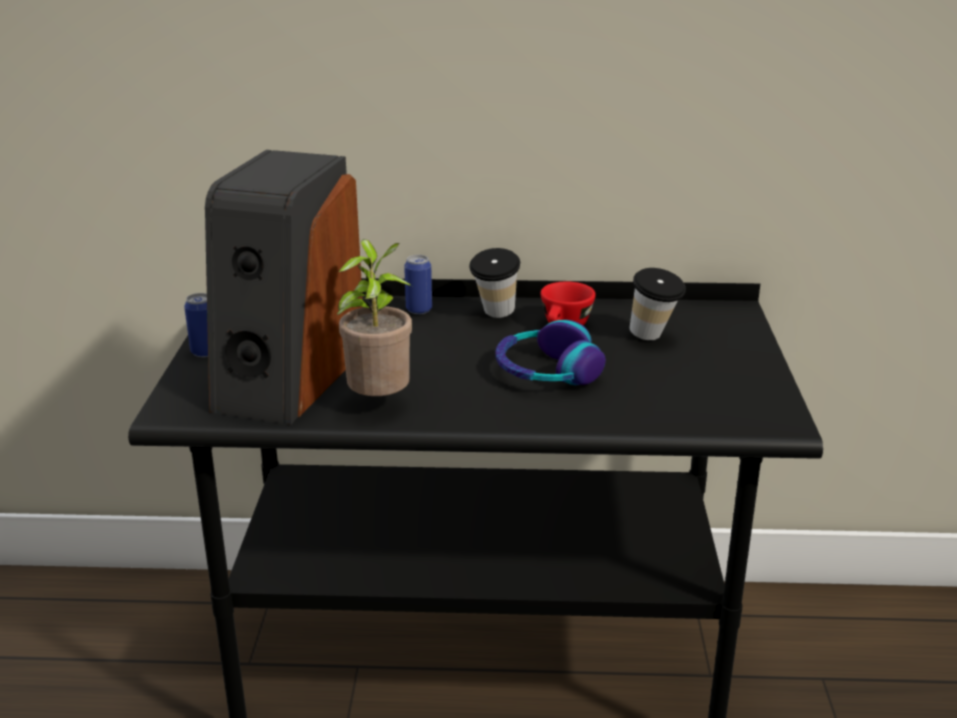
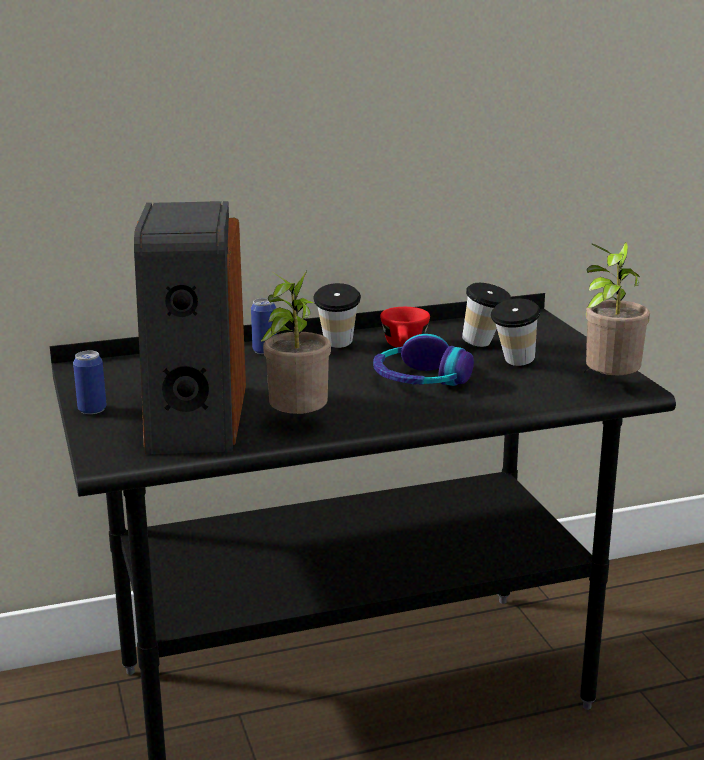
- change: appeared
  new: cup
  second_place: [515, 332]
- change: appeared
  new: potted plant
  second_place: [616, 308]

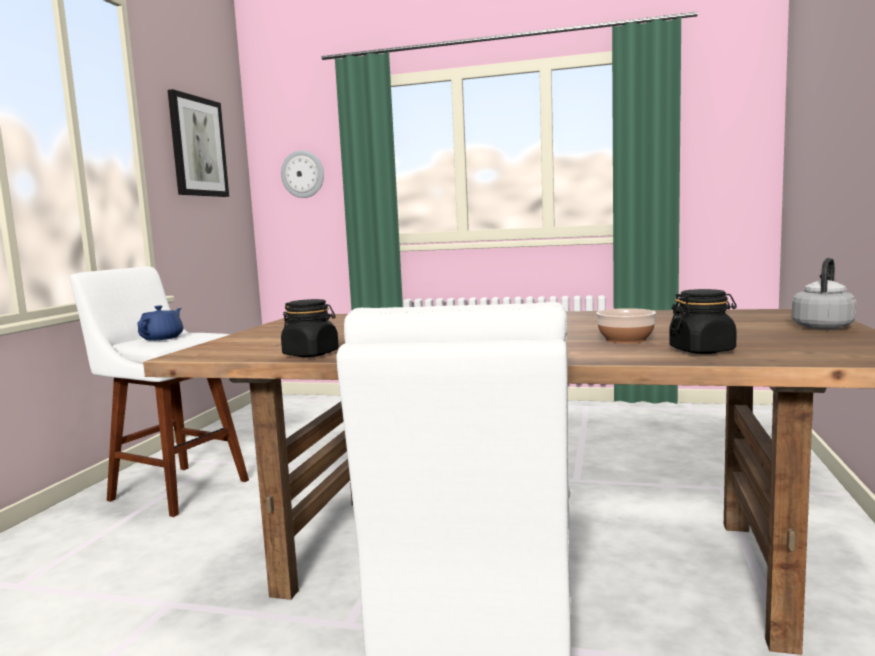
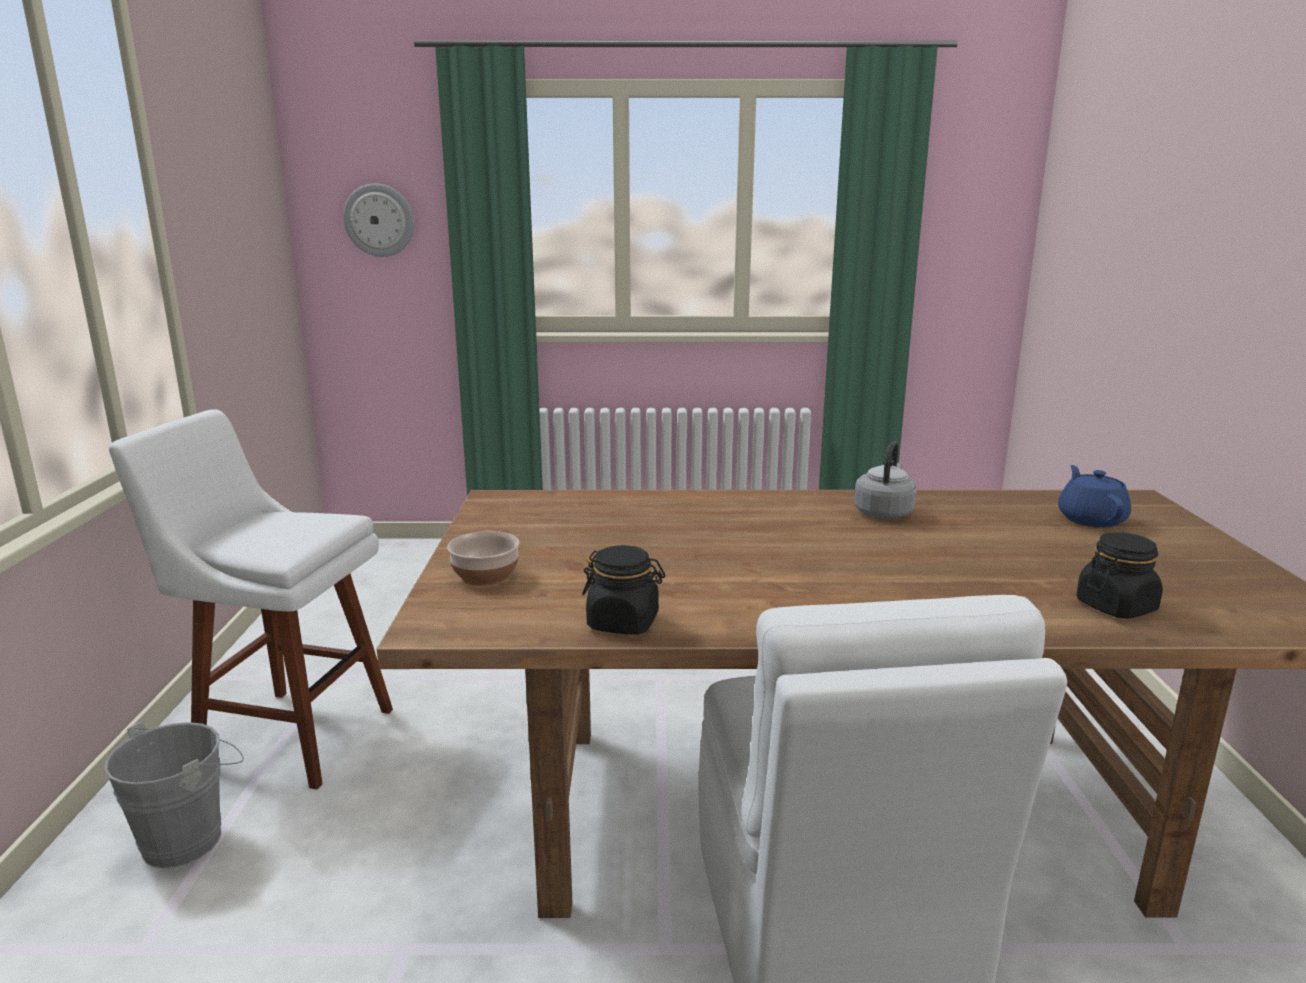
- change: appeared
  new: bucket in grey
  second_place: [174, 795]
- change: relocated
  old: bowl
  first_place: [626, 326]
  second_place: [483, 558]
- change: relocated
  old: kettle in grey
  first_place: [824, 293]
  second_place: [885, 480]
- change: relocated
  old: teapot in blue
  first_place: [160, 322]
  second_place: [1094, 496]
- change: missing
  old: picture
  first_place: [198, 143]

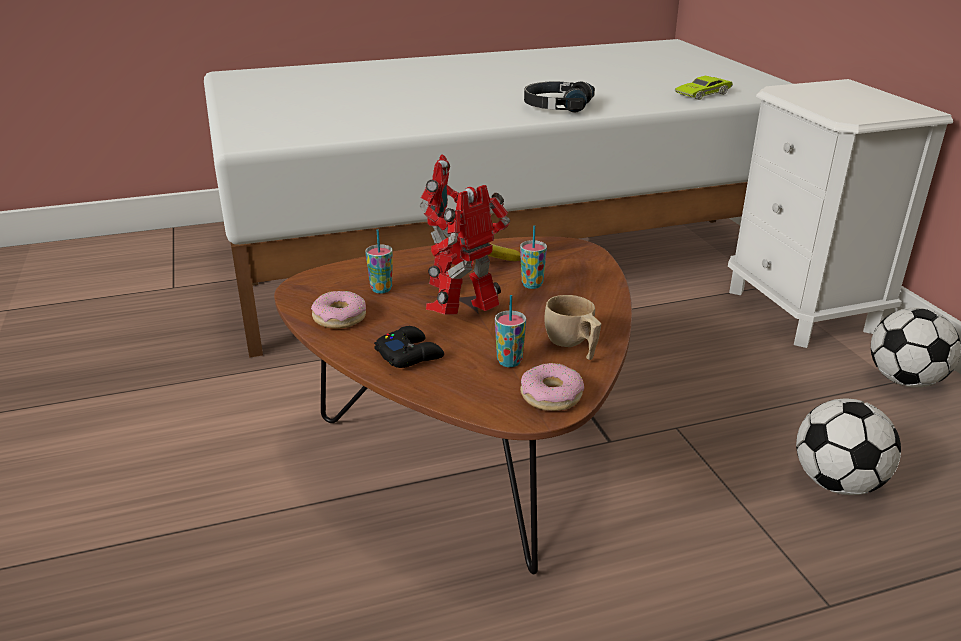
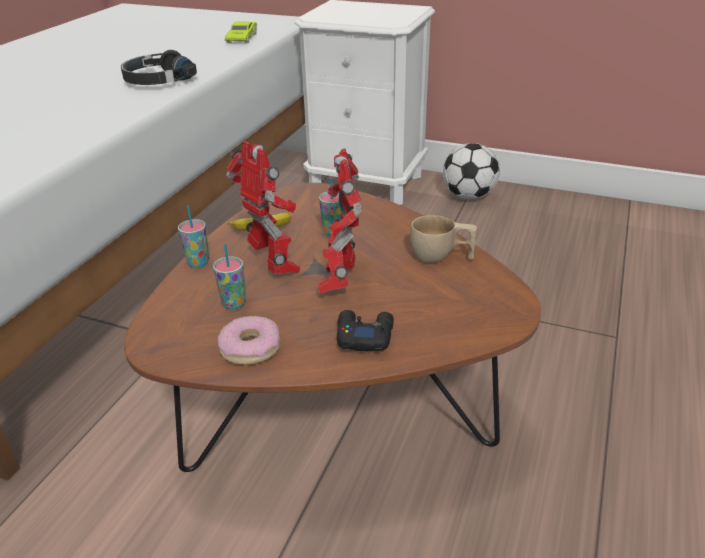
- change: relocated
  old: cup
  first_place: [510, 331]
  second_place: [193, 237]
- change: missing
  old: donut
  first_place: [552, 387]
- change: missing
  old: football
  first_place: [848, 446]

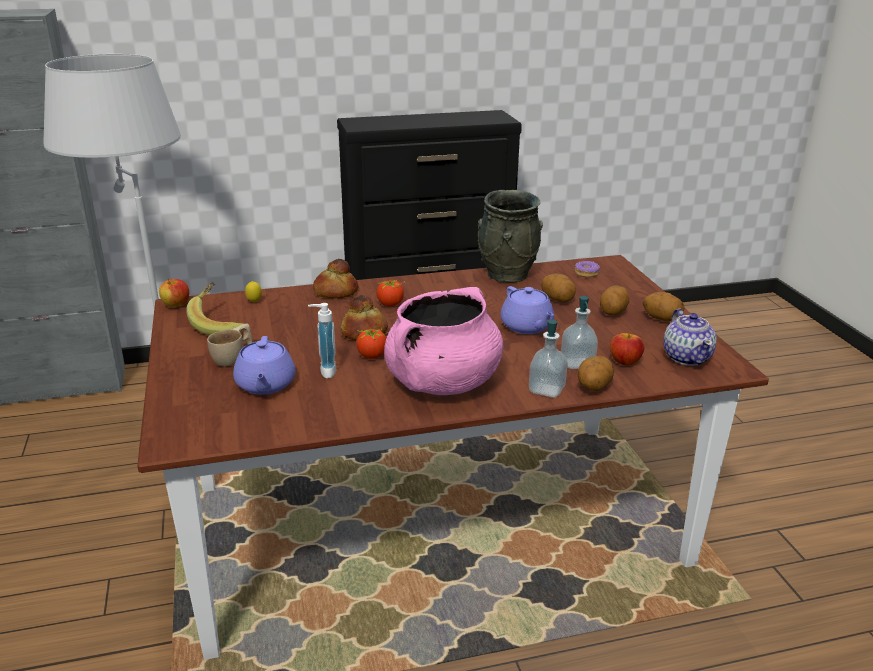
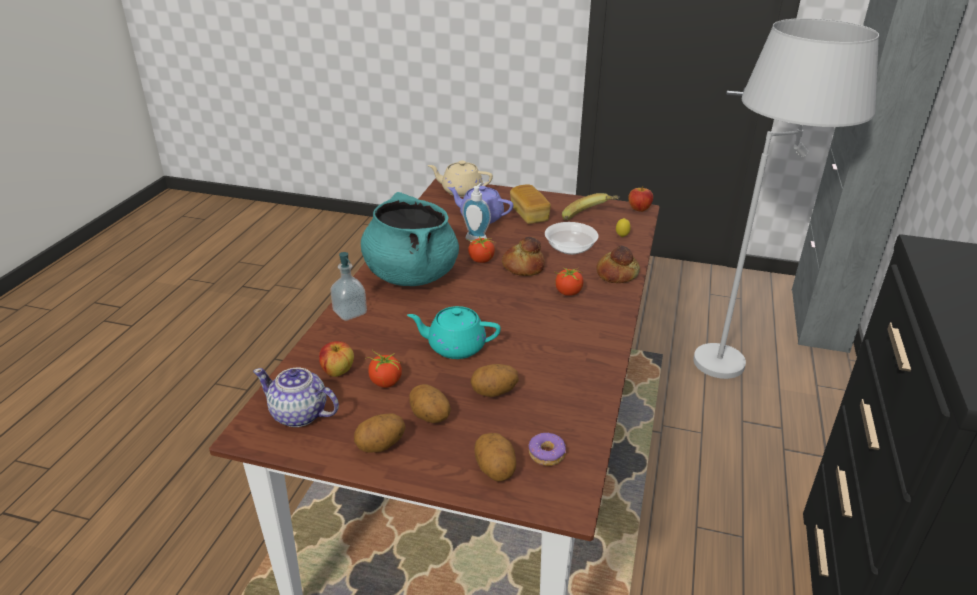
- change: colour
  old: cooking pot in pink
  new: cooking pot in turquoise
  first_place: [443, 341]
  second_place: [410, 239]
- change: appeared
  new: tomato
  second_place: [383, 369]
- change: colour
  old: teapot in purple
  new: teapot in turquoise
  first_place: [527, 310]
  second_place: [454, 332]
- change: appeared
  new: teapot in beige
  second_place: [460, 179]
- change: relocated
  old: potato
  first_place: [596, 373]
  second_place: [495, 457]
- change: exchanged
  old: cup in beige
  new: bread
  first_place: [230, 345]
  second_place: [530, 204]
- change: appeared
  new: bowl
  second_place: [571, 238]
- change: missing
  old: vase in grey
  first_place: [510, 236]
- change: missing
  old: soap dispenser
  first_place: [579, 332]

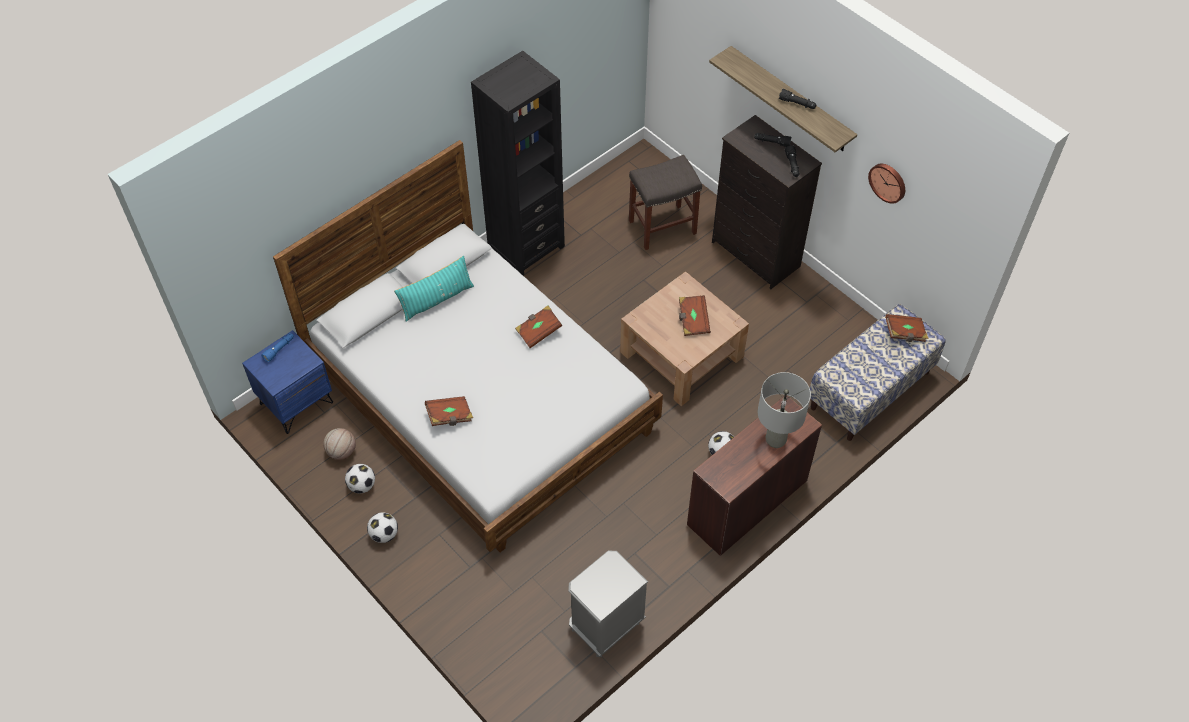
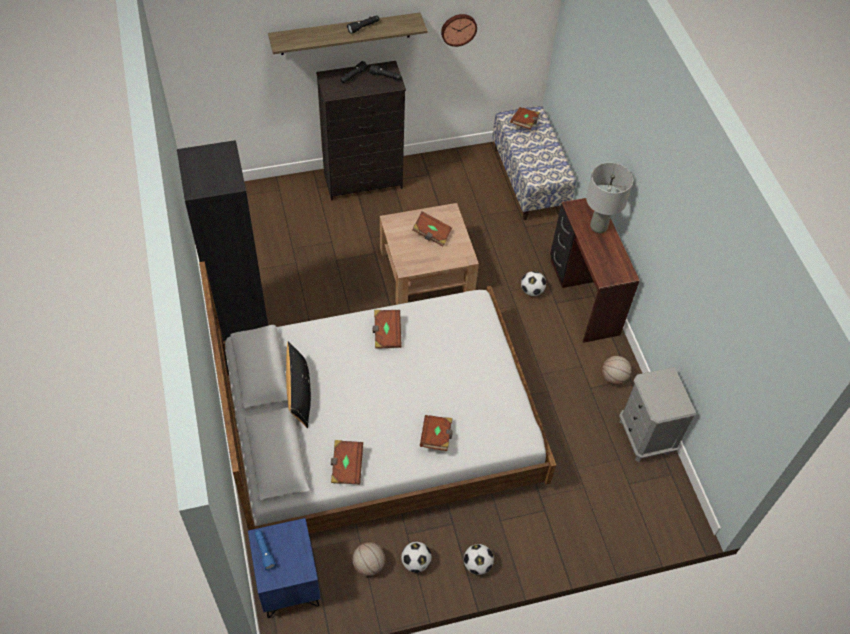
- change: colour
  old: pillow in turquoise
  new: pillow in black
  first_place: [434, 289]
  second_place: [298, 384]
- change: appeared
  new: book in brown
  second_place: [347, 462]
- change: appeared
  new: basketball
  second_place: [616, 370]
- change: missing
  old: stool in grey
  first_place: [665, 202]

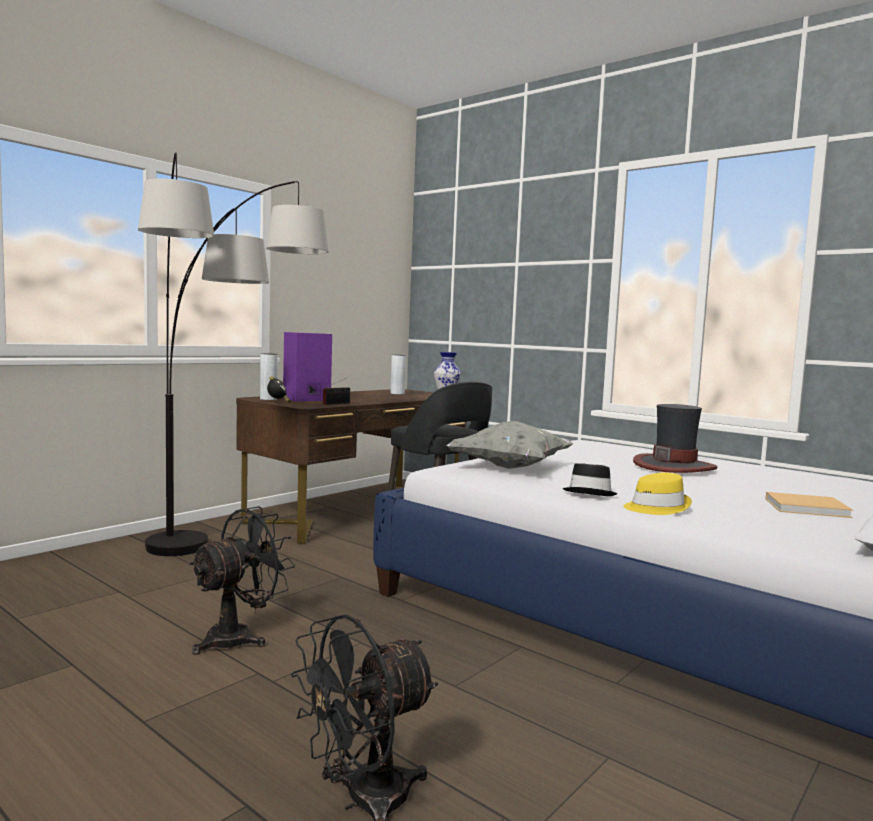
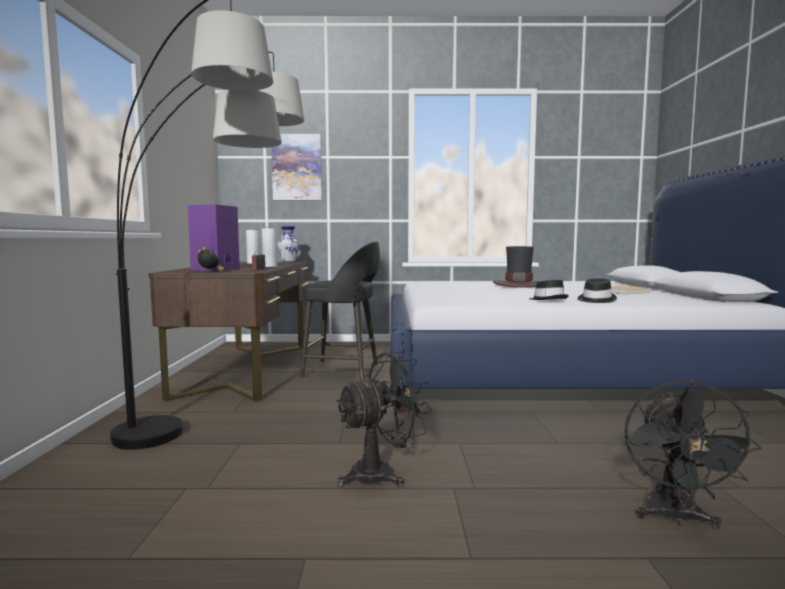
- change: relocated
  old: vase in grey
  first_place: [269, 376]
  second_place: [269, 247]
- change: appeared
  new: picture
  second_place: [296, 167]
- change: spun
  old: fan in black
  first_place: [242, 580]
  second_place: [384, 419]
  degrees: 60
- change: colour
  old: hat in yellow
  new: hat in black
  first_place: [657, 494]
  second_place: [597, 290]
- change: missing
  old: pillow in grey
  first_place: [509, 445]

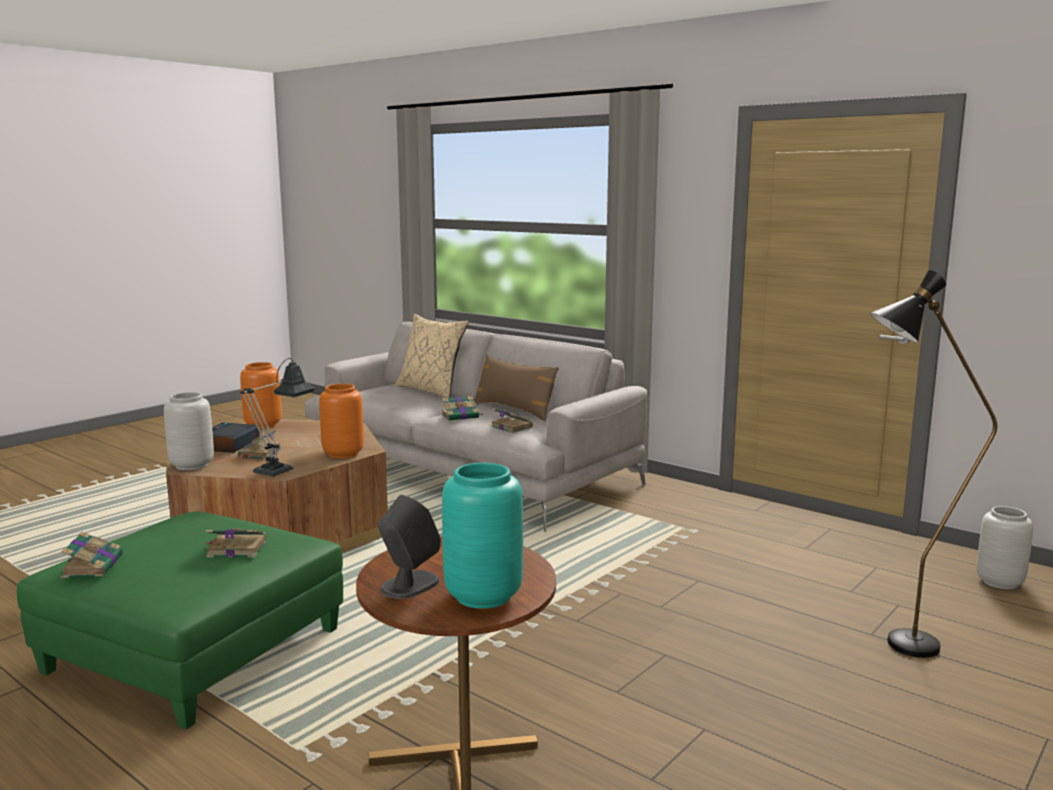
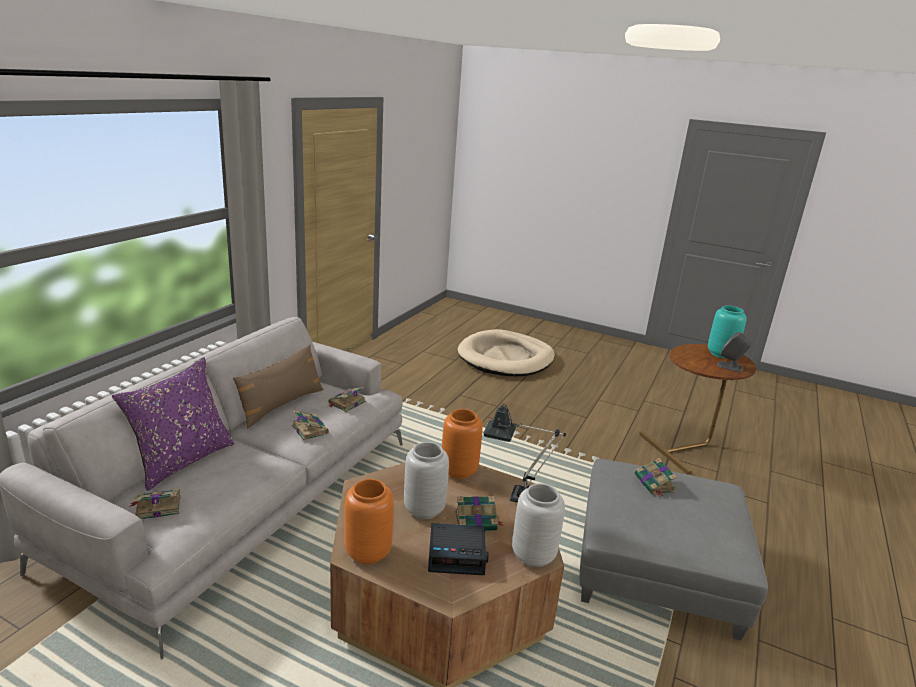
- change: colour
  old: pillow in beige
  new: pillow in purple
  first_place: [432, 356]
  second_place: [173, 424]
- change: relocated
  old: book
  first_place: [91, 554]
  second_place: [155, 504]
- change: relocated
  old: vase in grey
  first_place: [1005, 547]
  second_place: [426, 480]
- change: exchanged
  old: floor lamp in black
  new: dog bed in beige
  first_place: [933, 464]
  second_place: [506, 352]
- change: colour
  old: ottoman in green
  new: ottoman in grey
  first_place: [180, 620]
  second_place: [673, 550]

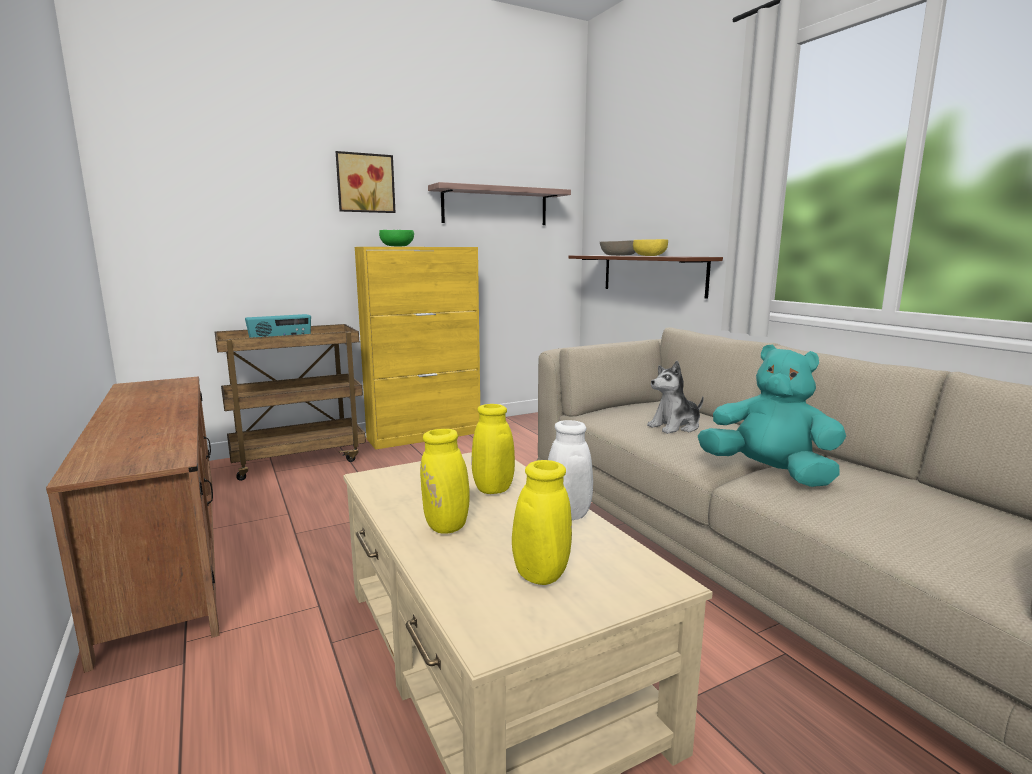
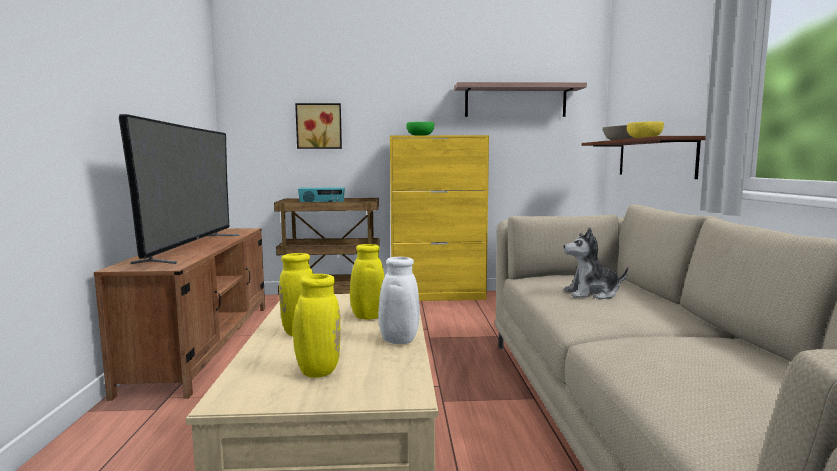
- change: appeared
  new: television
  second_place: [179, 189]
- change: relocated
  old: picture
  first_place: [366, 182]
  second_place: [318, 126]
- change: missing
  old: plush toy in turquoise
  first_place: [772, 416]

